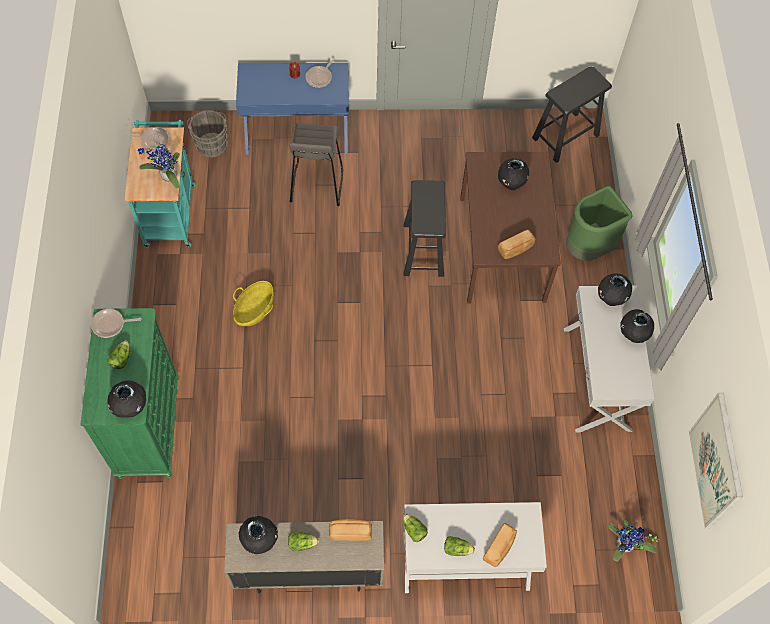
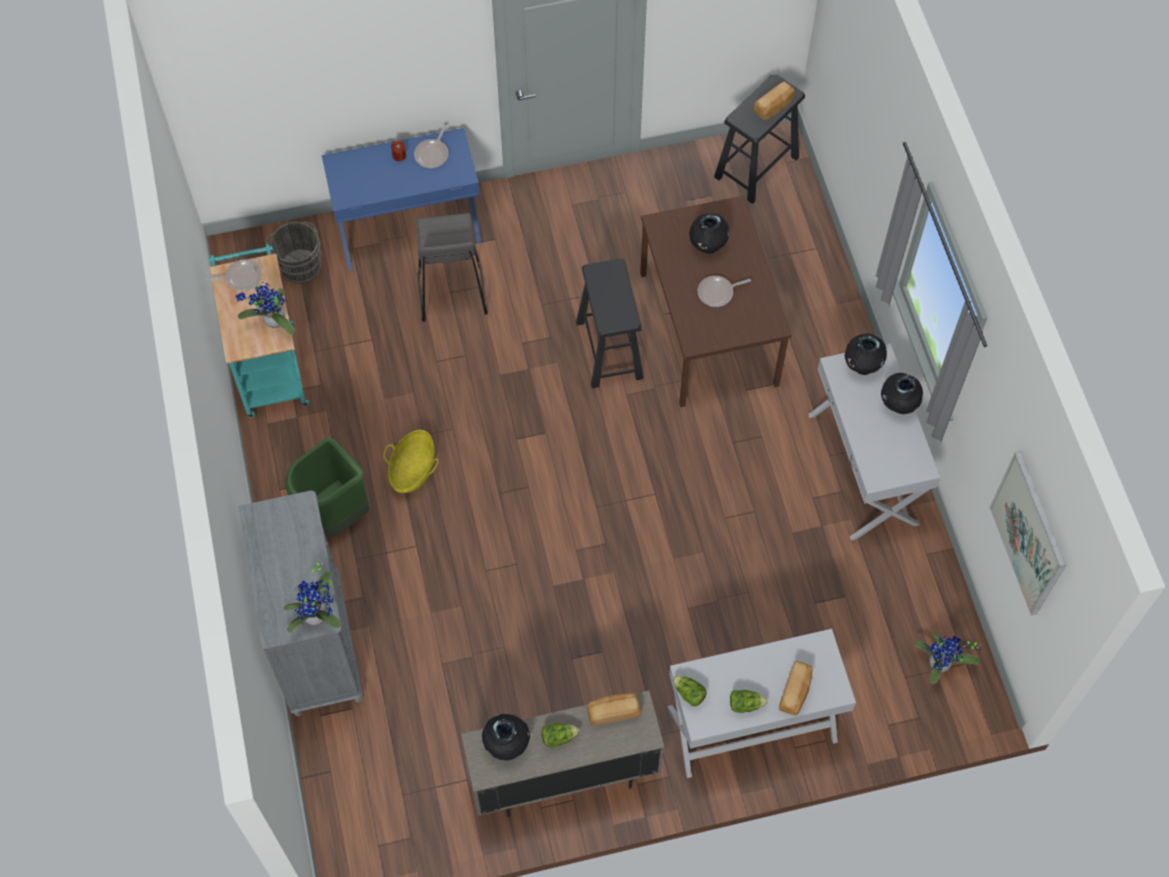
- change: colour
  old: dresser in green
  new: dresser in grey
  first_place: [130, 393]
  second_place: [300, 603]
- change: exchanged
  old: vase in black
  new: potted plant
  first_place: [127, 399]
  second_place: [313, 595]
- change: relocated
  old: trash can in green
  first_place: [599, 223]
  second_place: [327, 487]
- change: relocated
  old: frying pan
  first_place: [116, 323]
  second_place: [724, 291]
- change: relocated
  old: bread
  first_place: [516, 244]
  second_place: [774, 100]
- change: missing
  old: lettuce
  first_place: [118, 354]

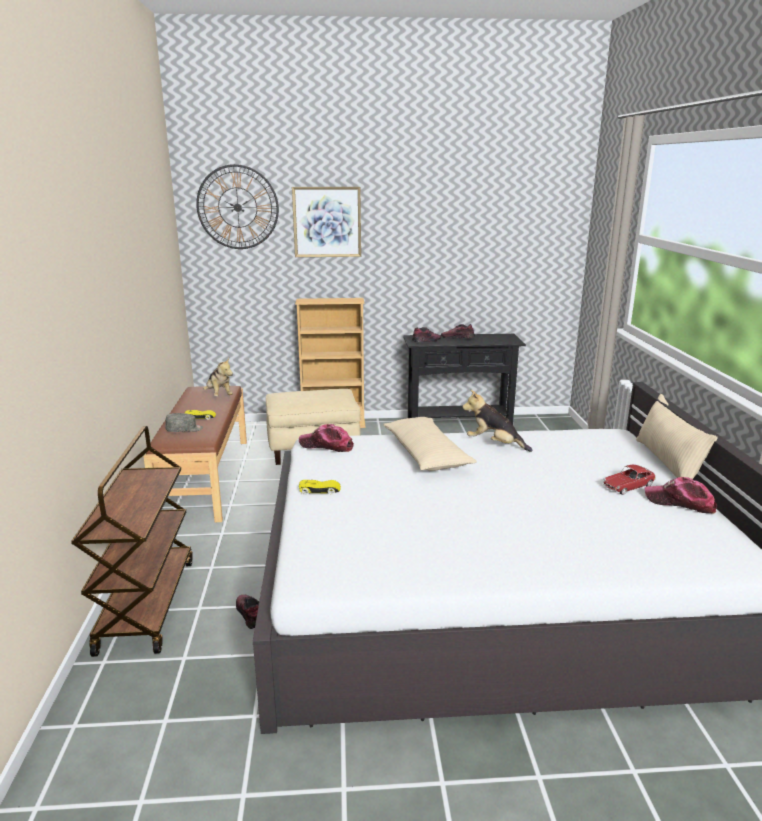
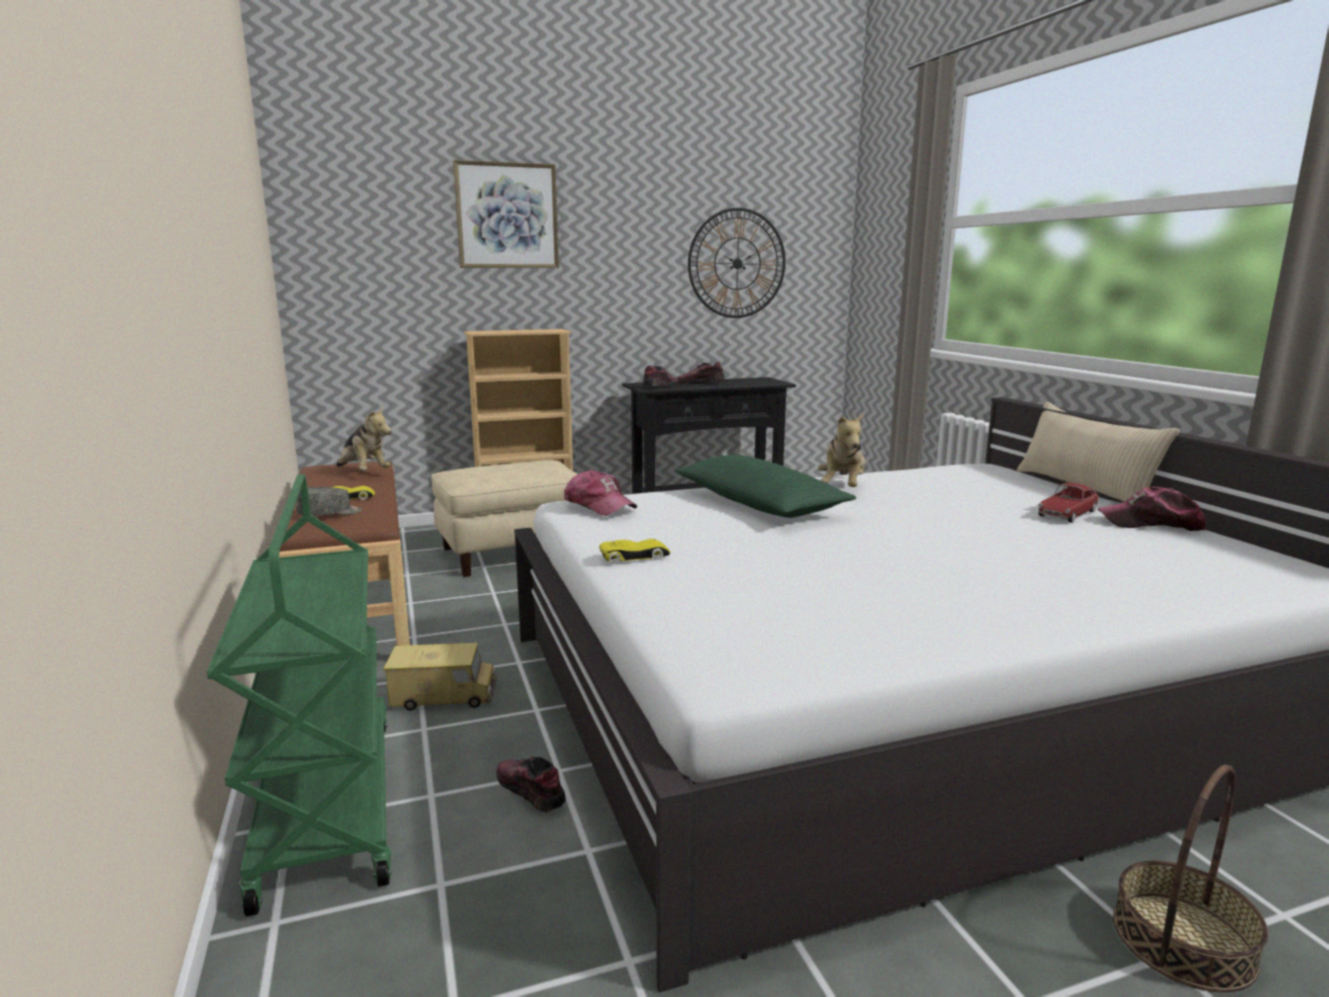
- change: colour
  old: cart in brown
  new: cart in green
  first_place: [132, 541]
  second_place: [299, 695]
- change: appeared
  new: toy truck
  second_place: [440, 677]
- change: spun
  old: cap
  first_place: [326, 438]
  second_place: [600, 492]
  degrees: -135
- change: colour
  old: pillow in beige
  new: pillow in green
  first_place: [430, 444]
  second_place: [765, 486]
- change: relocated
  old: wall clock
  first_place: [237, 206]
  second_place: [737, 263]
- change: spun
  old: plush toy
  first_place: [497, 421]
  second_place: [842, 450]
  degrees: -90
- change: appeared
  new: basket
  second_place: [1190, 879]

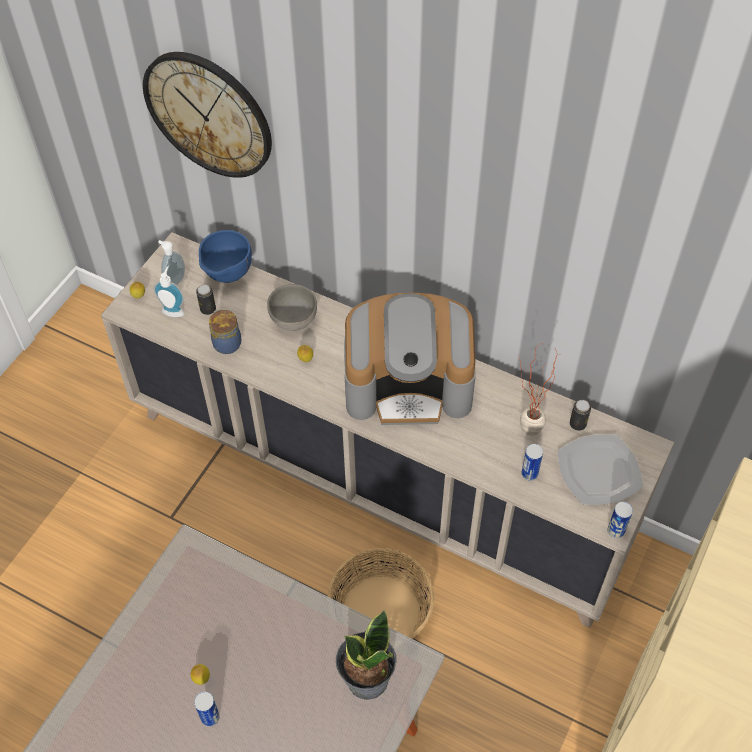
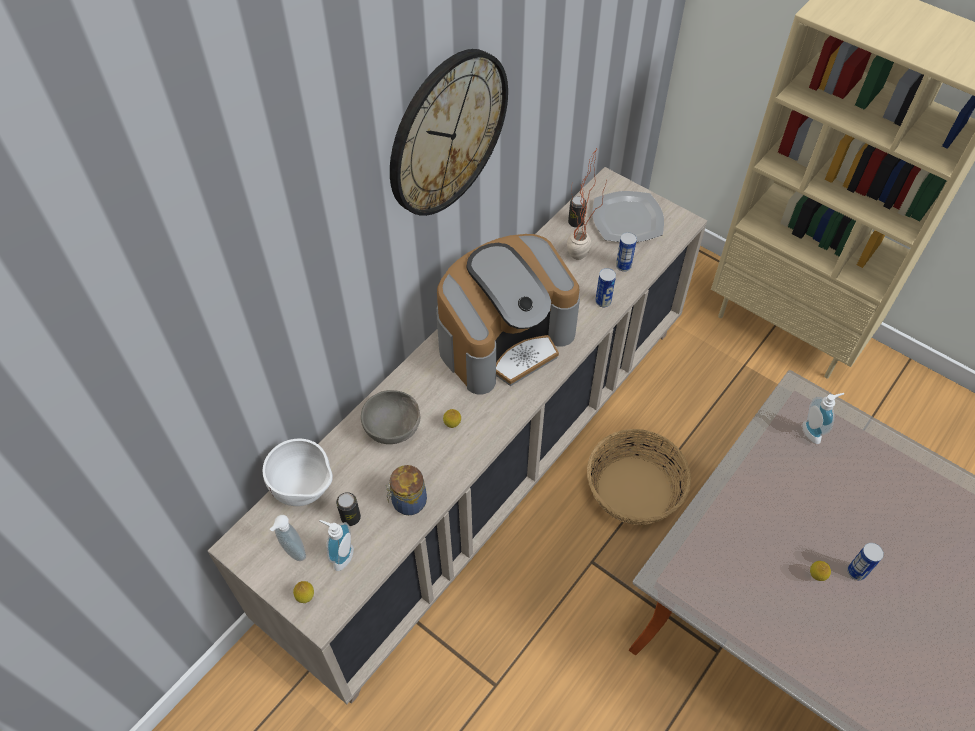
- change: colour
  old: bowl in blue
  new: bowl in white
  first_place: [225, 256]
  second_place: [298, 472]
- change: relocated
  old: wall clock
  first_place: [207, 115]
  second_place: [449, 132]
- change: spun
  old: coffee machine
  first_place: [410, 359]
  second_place: [508, 314]
  degrees: 45
- change: relocated
  old: can
  first_place: [620, 520]
  second_place: [605, 287]
- change: exchanged
  old: potted plant
  new: soap dispenser
  first_place: [366, 655]
  second_place: [823, 418]

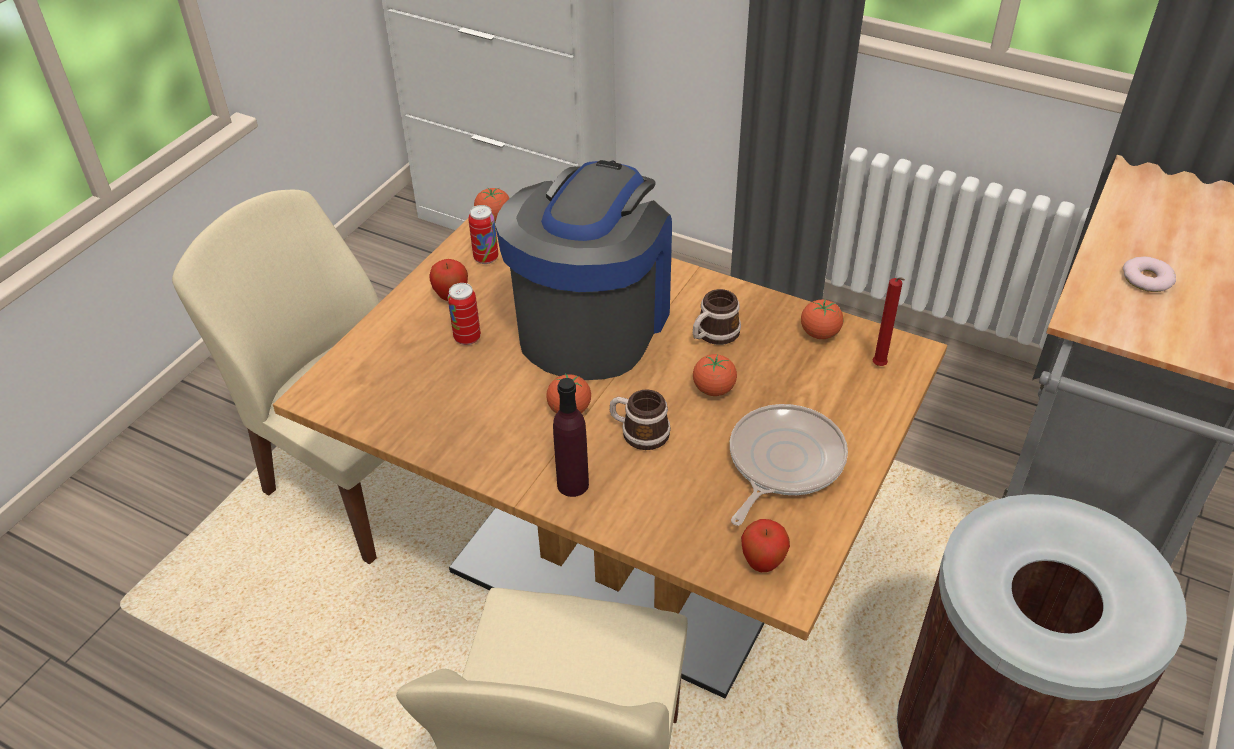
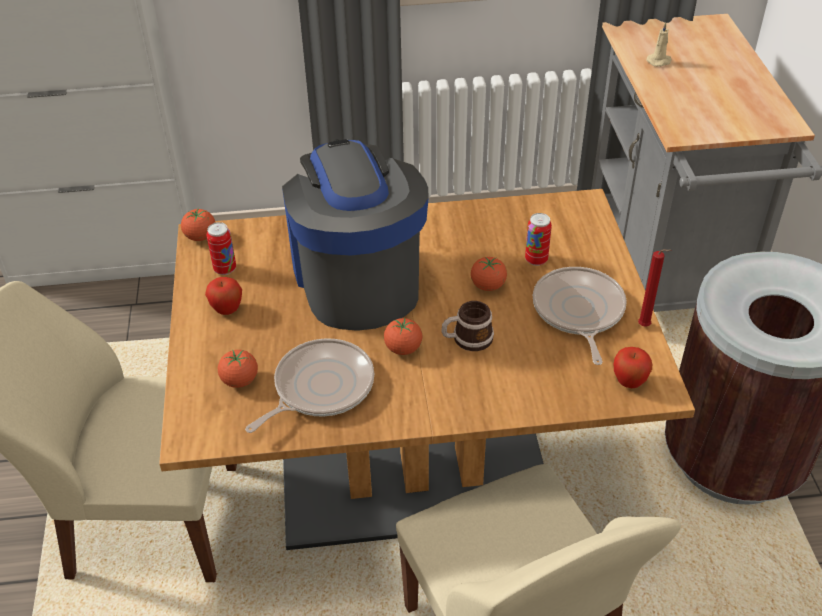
- change: relocated
  old: tomato
  first_place: [822, 319]
  second_place: [238, 368]
- change: appeared
  new: frying pan
  second_place: [309, 385]
- change: relocated
  old: can
  first_place: [464, 314]
  second_place: [538, 239]
- change: relocated
  old: candle in red
  first_place: [889, 321]
  second_place: [655, 287]
- change: appeared
  new: candle in beige
  second_place: [659, 44]
- change: missing
  old: bottle in purple
  first_place: [571, 437]
- change: missing
  old: mug
  first_place: [717, 317]
- change: missing
  old: donut
  first_place: [1149, 274]

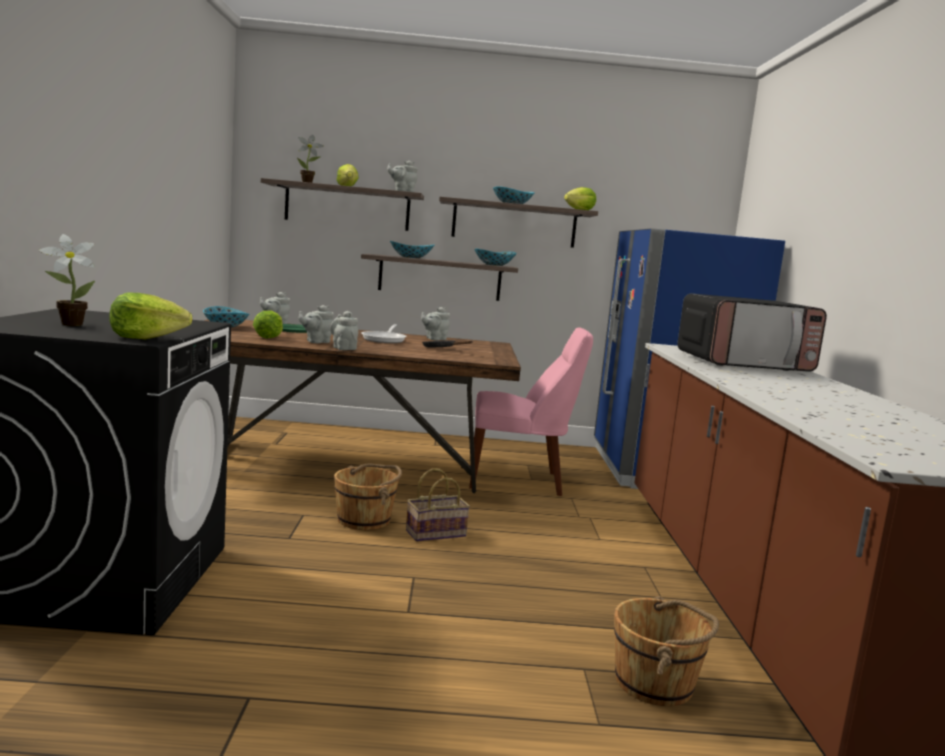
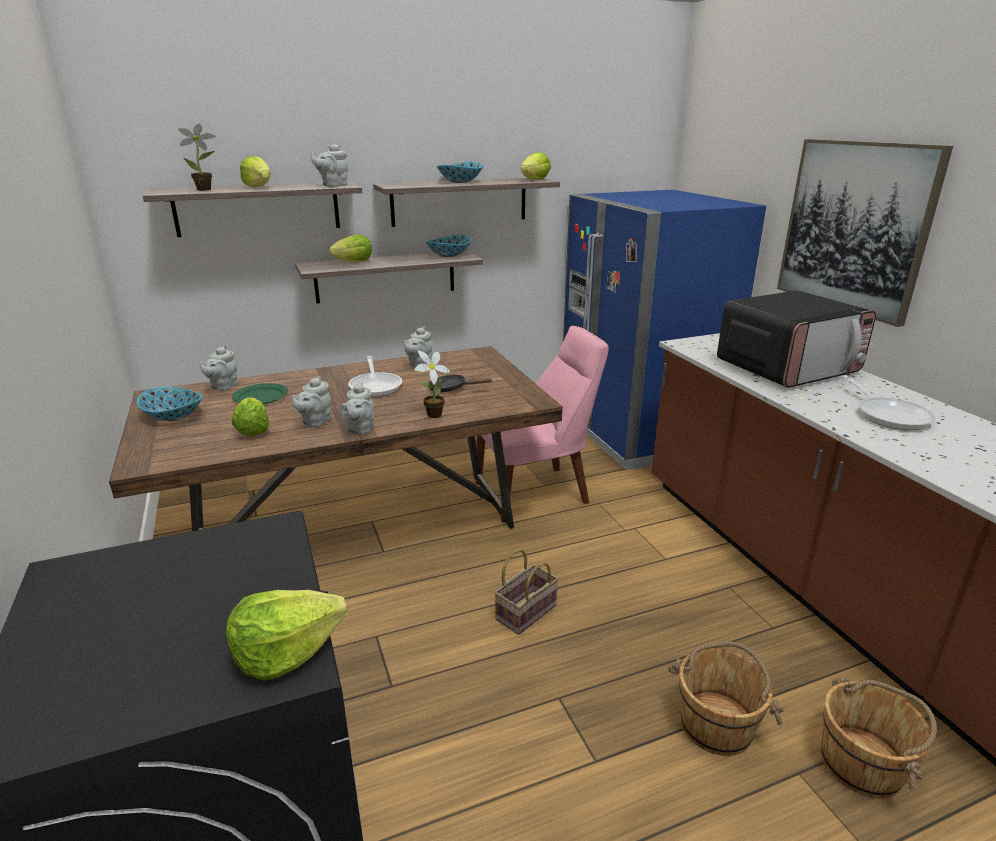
- change: exchanged
  old: bowl
  new: lettuce
  first_place: [412, 249]
  second_place: [350, 248]
- change: spun
  old: teapot in grey
  first_place: [344, 330]
  second_place: [357, 408]
  degrees: -120
- change: relocated
  old: potted plant
  first_place: [67, 280]
  second_place: [432, 384]
- change: relocated
  old: bucket in brown
  first_place: [368, 497]
  second_place: [725, 699]
- change: appeared
  new: picture
  second_place: [865, 233]
- change: appeared
  new: frying pan
  second_place: [889, 402]

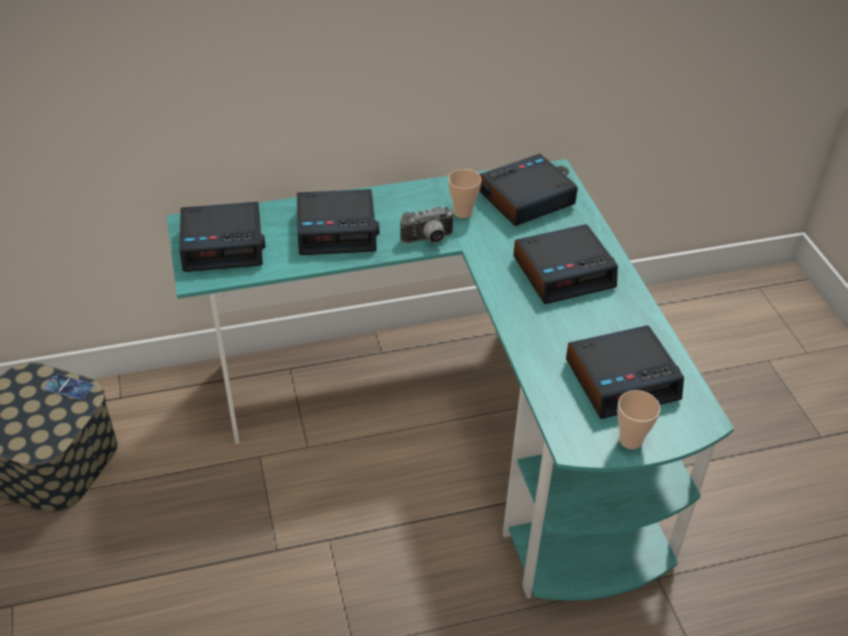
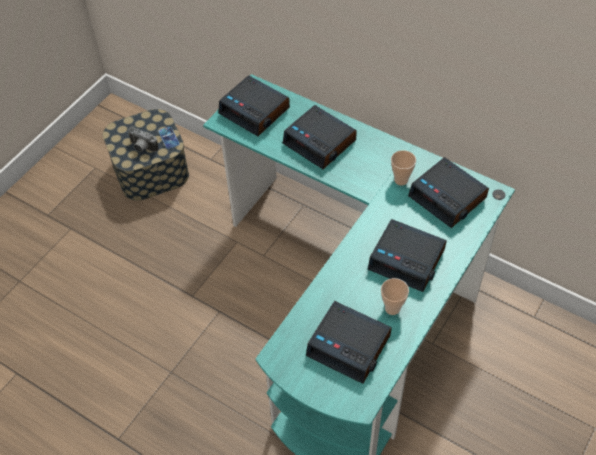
- change: relocated
  old: photo camera
  first_place: [427, 225]
  second_place: [143, 139]
- change: relocated
  old: cup
  first_place: [639, 419]
  second_place: [395, 296]
- change: spun
  old: alarm clock
  first_place: [528, 190]
  second_place: [448, 192]
  degrees: -150

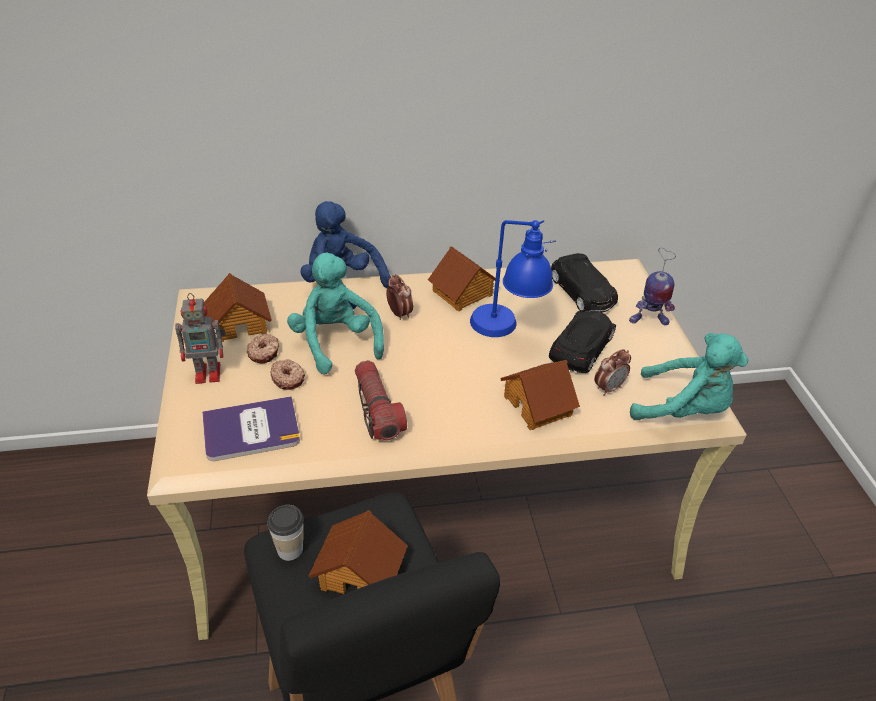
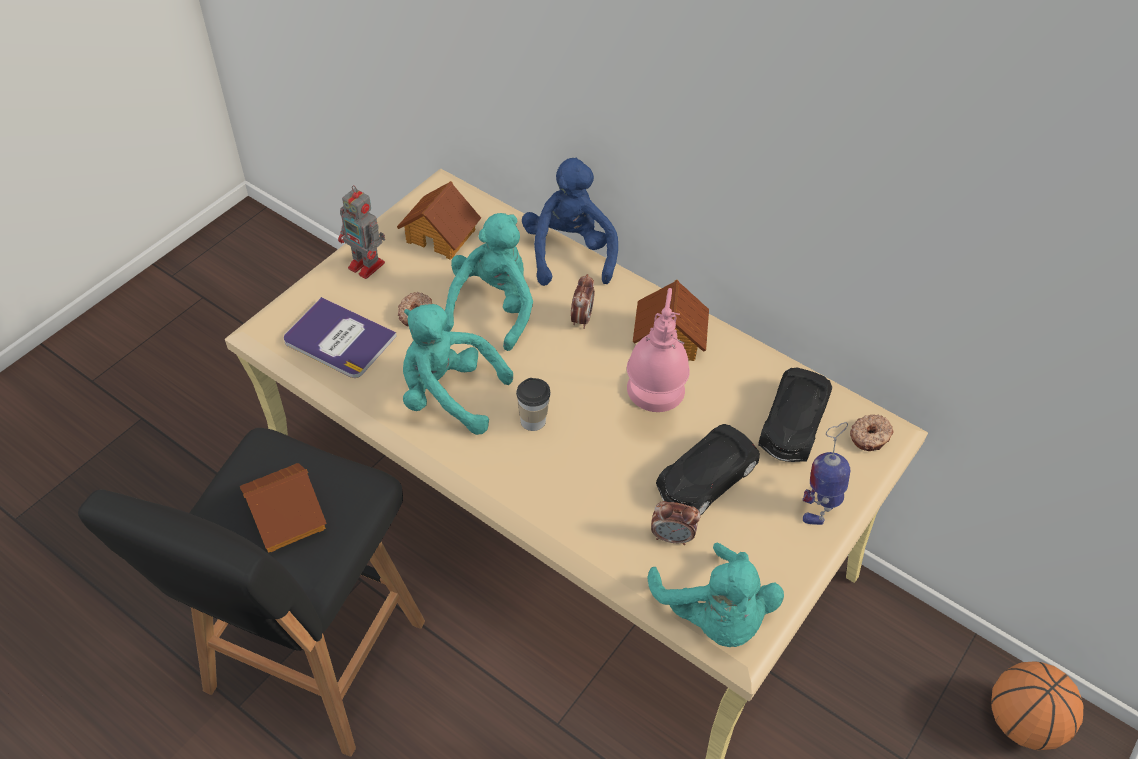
- change: exchanged
  old: flashlight
  new: plush toy in turquoise
  first_place: [381, 400]
  second_place: [458, 369]
- change: relocated
  old: cup
  first_place: [285, 533]
  second_place: [533, 404]
- change: colour
  old: table lamp in blue
  new: table lamp in pink
  first_place: [513, 278]
  second_place: [658, 350]
- change: spun
  old: toy car in black
  first_place: [582, 342]
  second_place: [708, 470]
  degrees: 150
- change: spun
  old: toy robot
  first_place: [652, 286]
  second_place: [826, 473]
  degrees: 75
- change: relocated
  old: donut
  first_place: [263, 348]
  second_place: [871, 432]
- change: appeared
  new: basketball
  second_place: [1037, 705]
- change: missing
  old: toy house
  first_place: [540, 395]

